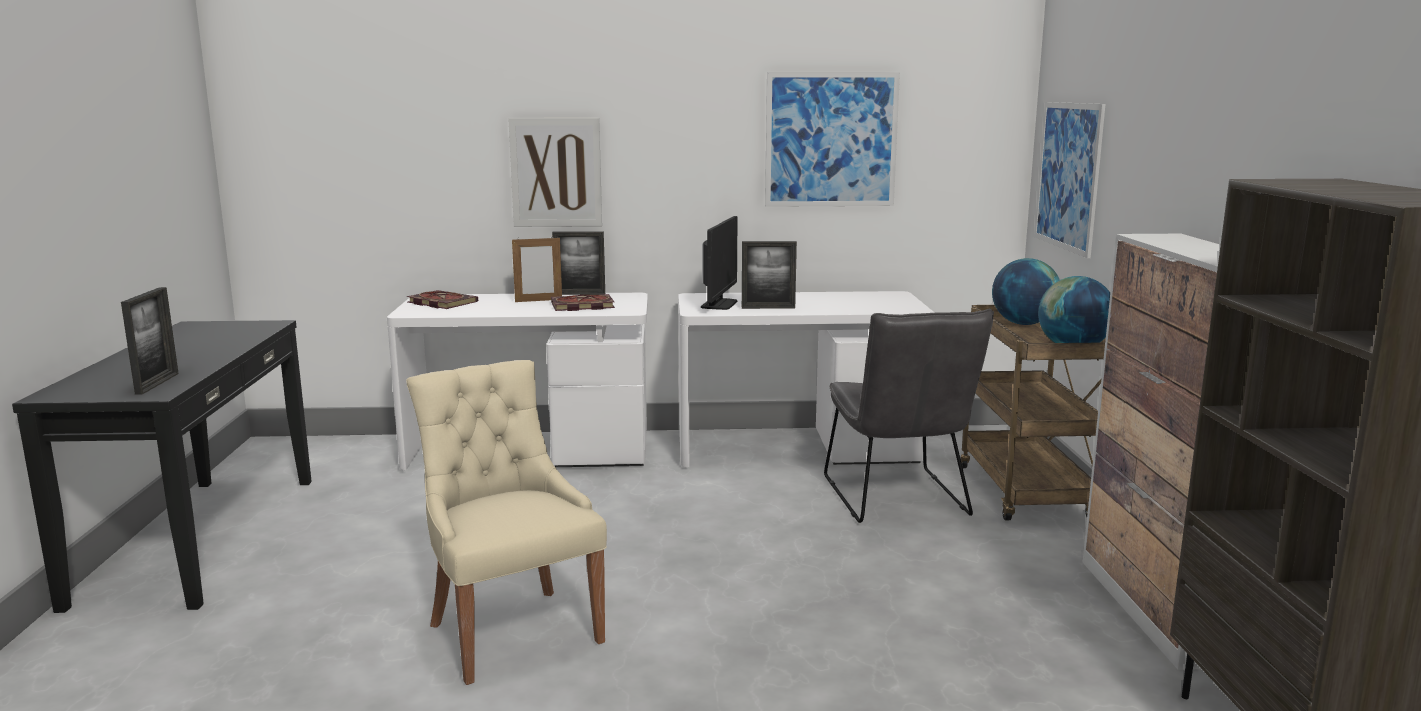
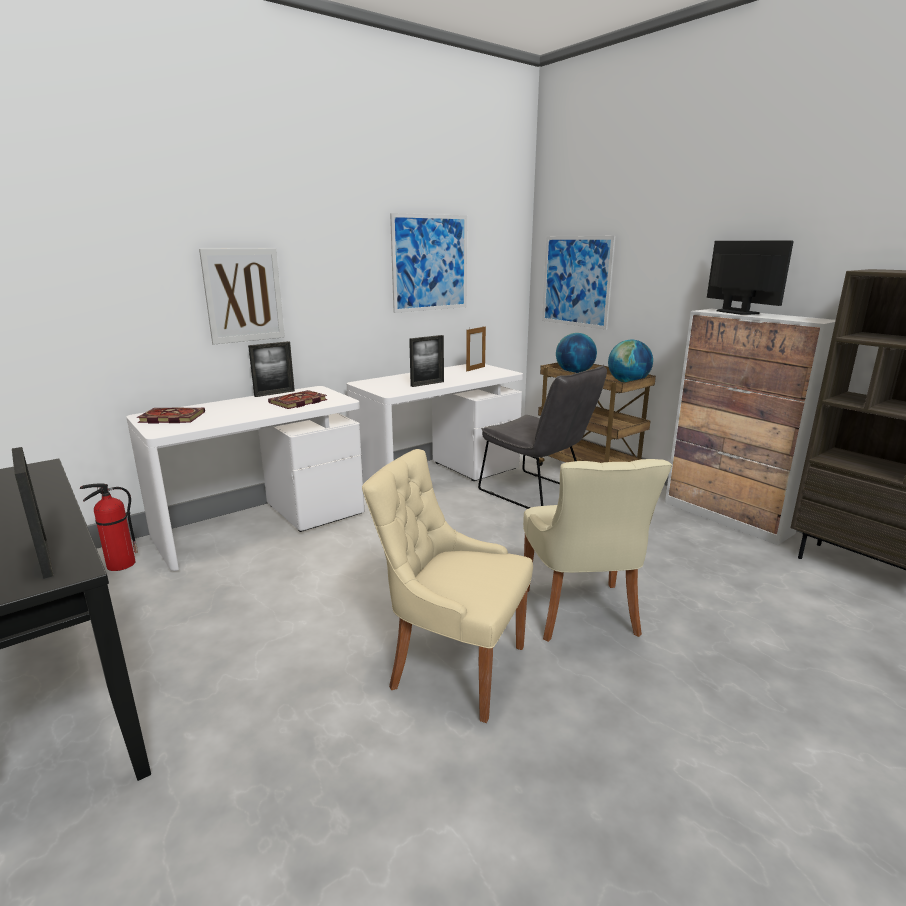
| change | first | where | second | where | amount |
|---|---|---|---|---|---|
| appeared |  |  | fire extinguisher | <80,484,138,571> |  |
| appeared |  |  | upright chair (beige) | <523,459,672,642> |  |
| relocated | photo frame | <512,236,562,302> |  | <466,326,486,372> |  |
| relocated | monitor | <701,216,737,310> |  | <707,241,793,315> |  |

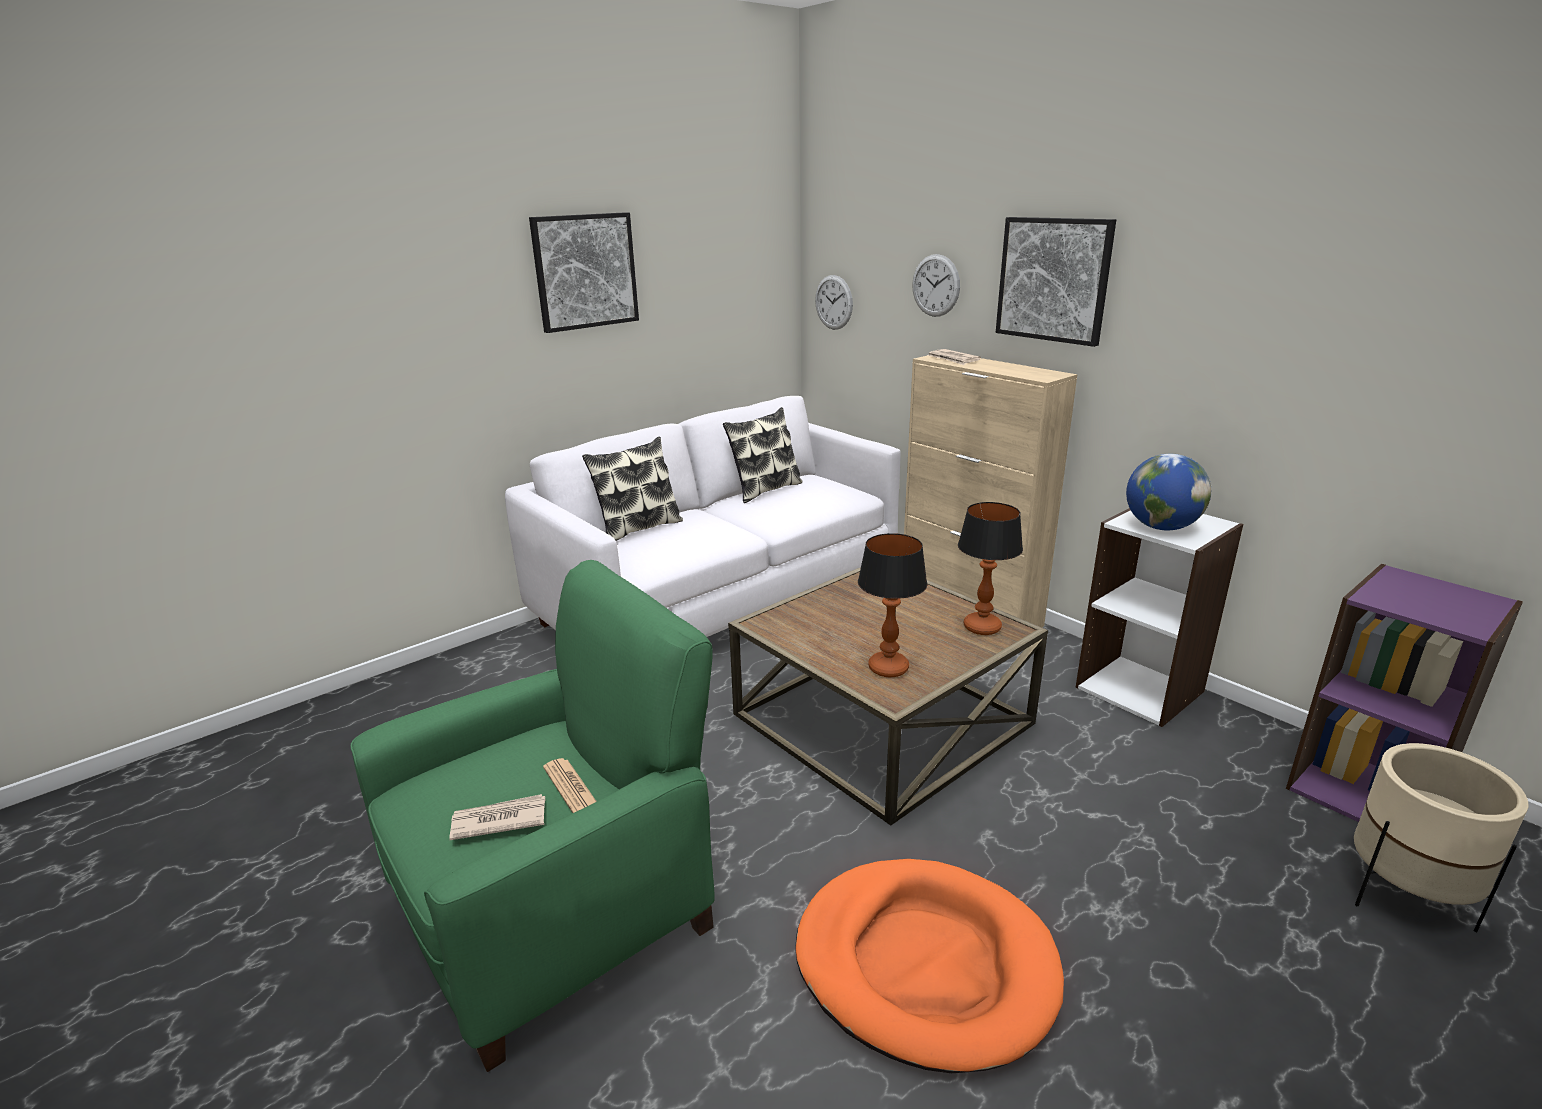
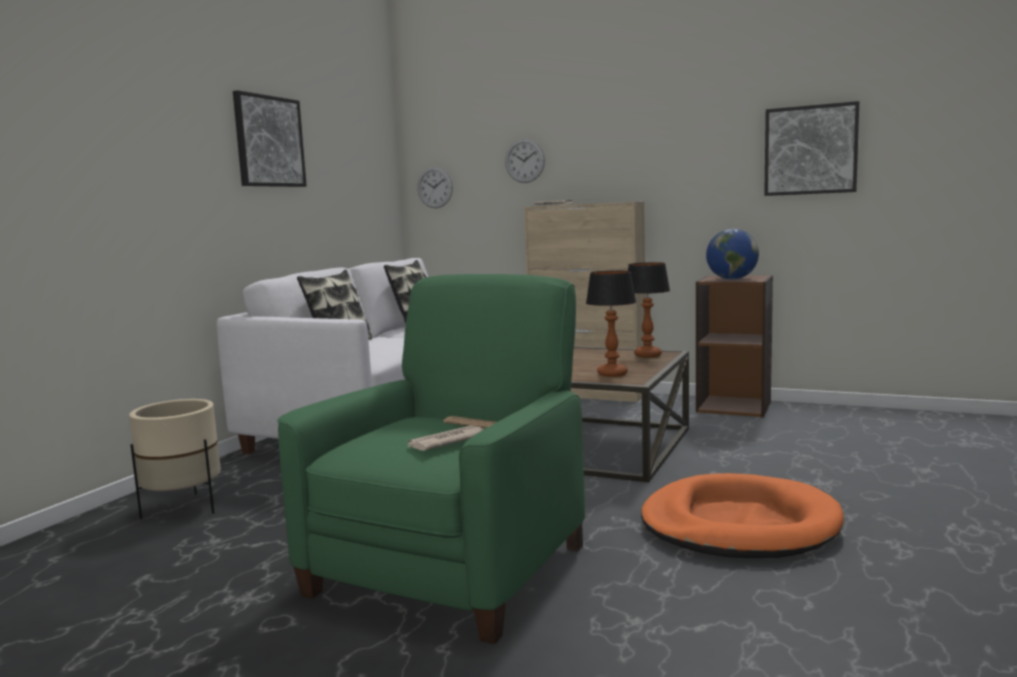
| change | first | where | second | where | amount |
|---|---|---|---|---|---|
| missing | bookshelf (purple-coloured) | <1286,564,1523,822> |  |  |  |
| relocated | wall art | <996,217,1116,347> |  | <764,101,859,196> |  |
| relocated | planter (beige) | <1354,743,1528,933> |  | <129,399,221,519> |  |
| colour | bookshelf (whitish) | <1075,508,1243,727> | bookshelf (brown-coloured) | <696,275,773,417> |  |

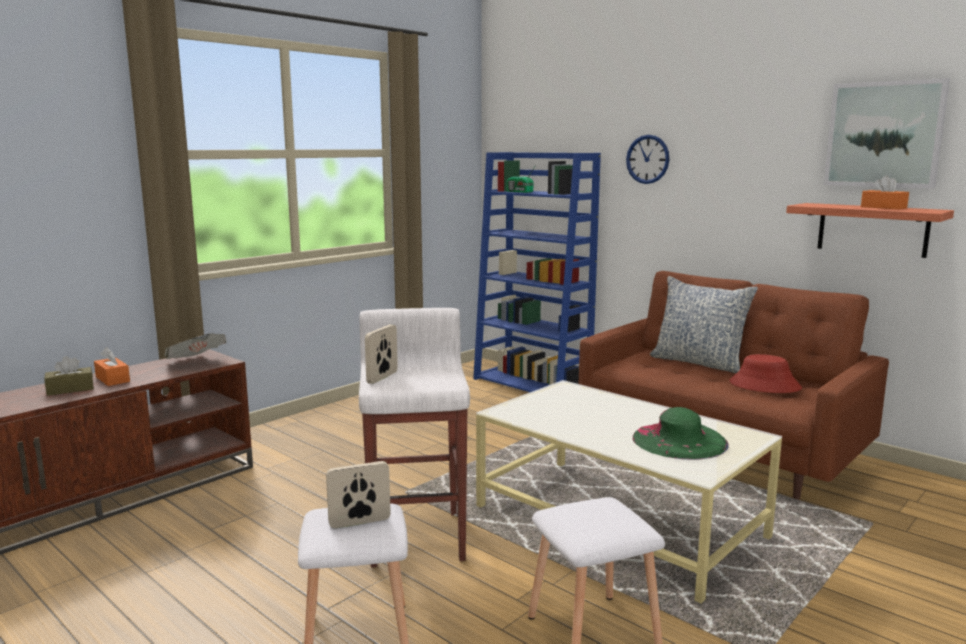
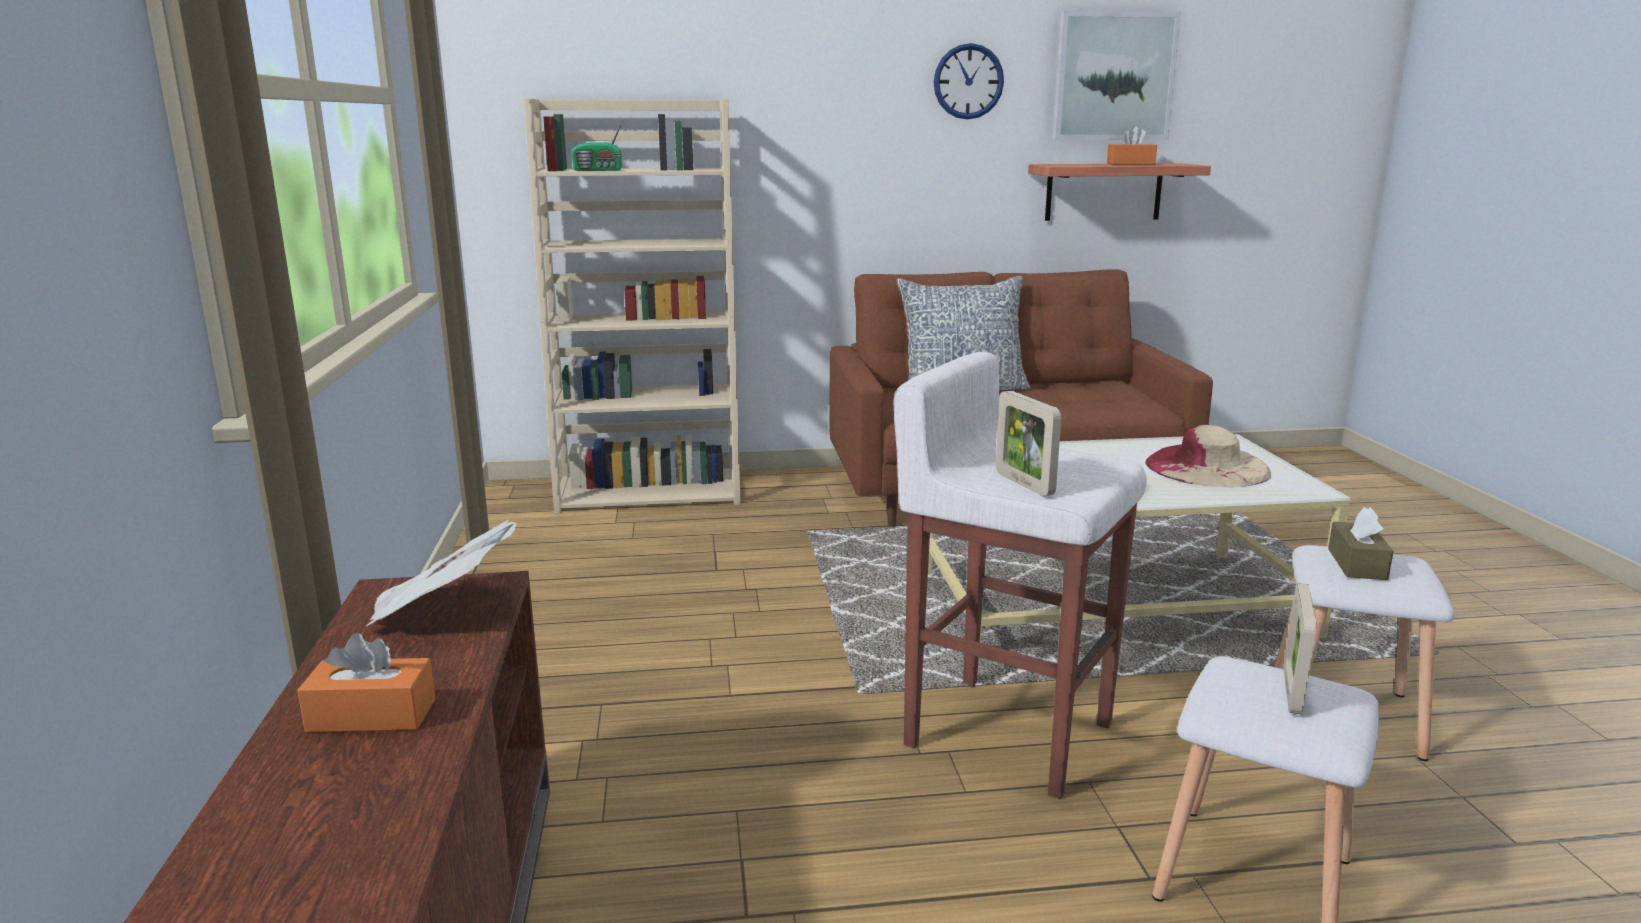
| change | first | where | second | where | amount |
|---|---|---|---|---|---|
| missing | wearable hat (red-coloured) | <729,354,802,393> |  |  |  |
| relocated | box of tissues (brown-coloured) | <44,356,94,396> |  | <1328,507,1394,580> |  |
| relocated | hanging clock | <626,135,670,184> |  | <934,43,1004,120> |  |
| colour | bookshelf (blue) | <473,152,601,392> | bookshelf (beige) | <524,99,741,513> |  |
| colour | wearable hat (green-coloured) | <633,407,729,460> | wearable hat (beige) | <1145,425,1271,487> |  |

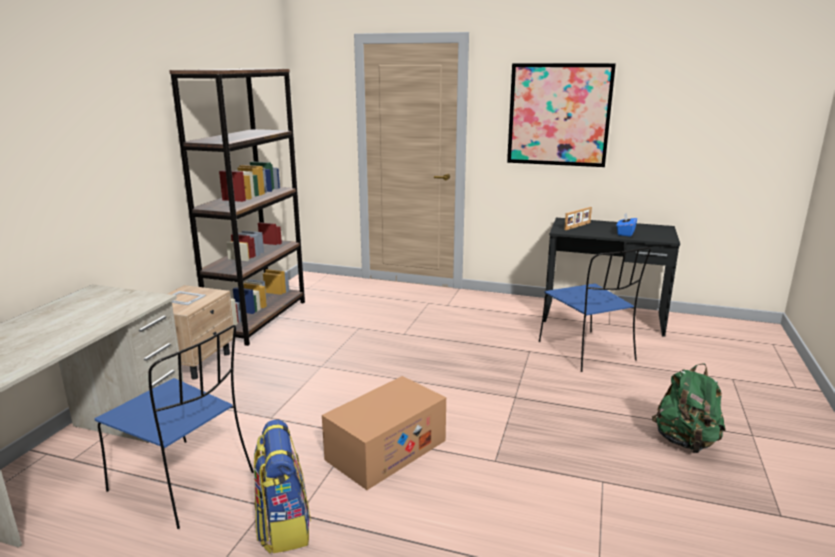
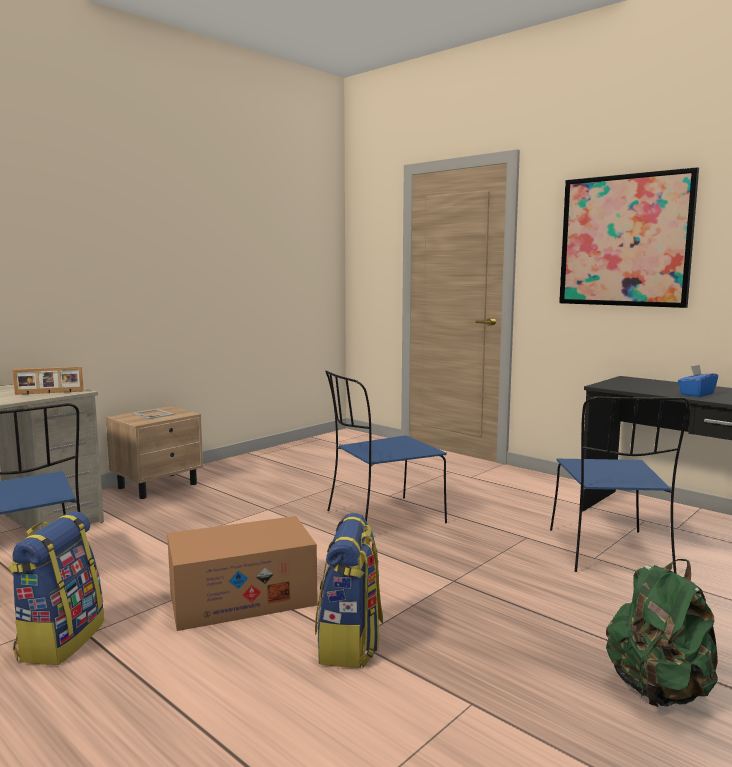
| change | first | where | second | where | amount |
|---|---|---|---|---|---|
| missing | bookshelf (brown-coloured) | <169,69,305,346> |  |  |  |
| appeared |  |  | knapsack | <315,513,383,668> |  |
| appeared |  |  | upright chair (blue) | <325,370,447,524> |  |
| relocated | photo frame | <564,207,592,230> |  | <13,367,84,395> |  |

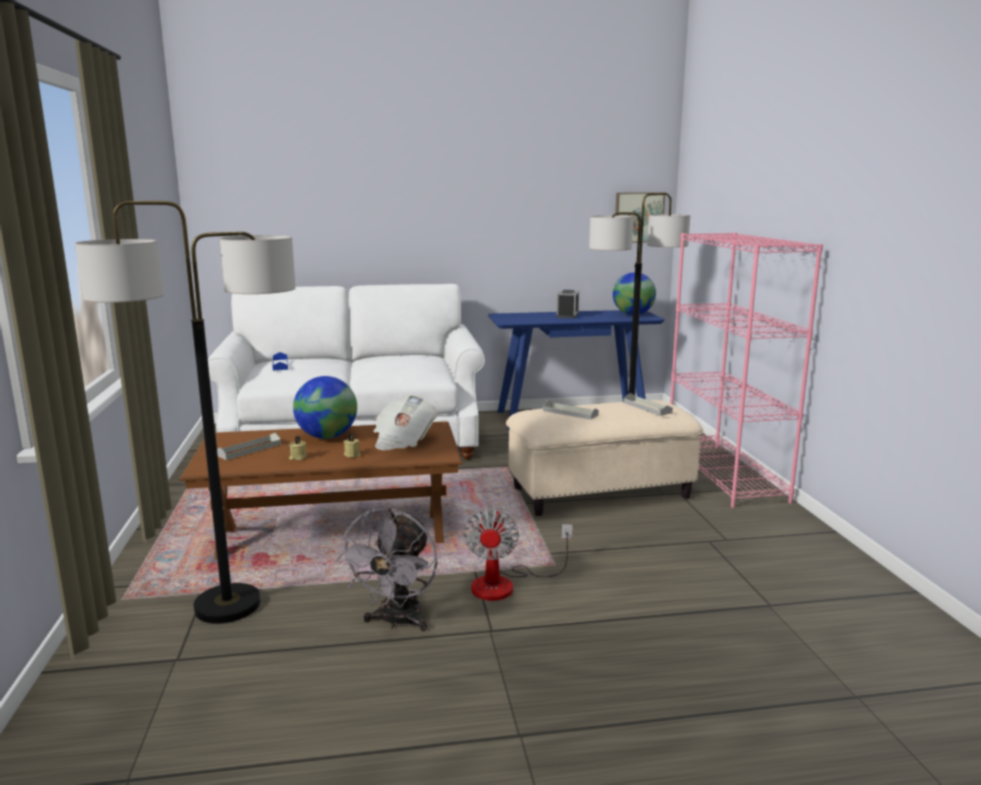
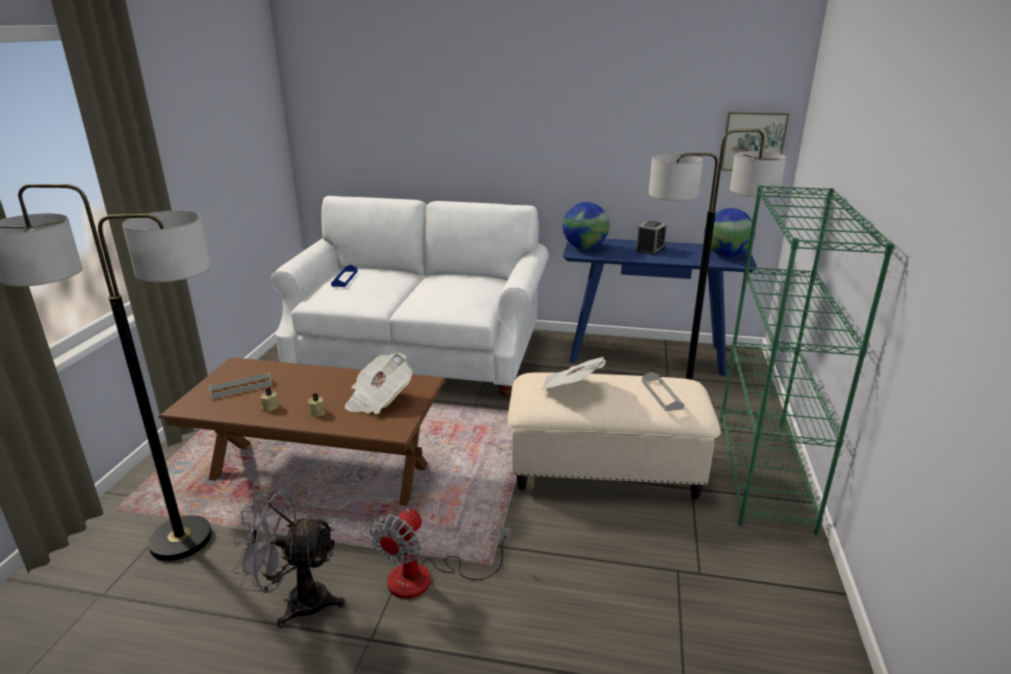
| change | first | where | second | where | amount |
|---|---|---|---|---|---|
| relocated | desk globe | <293,376,357,439> |  | <563,202,610,249> |  |
| exchanged | serving tray (gray) | <543,400,599,420> | printed paper | <541,357,606,390> |  |
| colour | bookshelf (pinkish) | <670,233,823,508> | bookshelf (green-coloured) | <720,185,895,535> |  |
| spun | electric fan (gray) | <336,507,438,631> |  | <232,491,345,628> | 60 degrees clockwise |

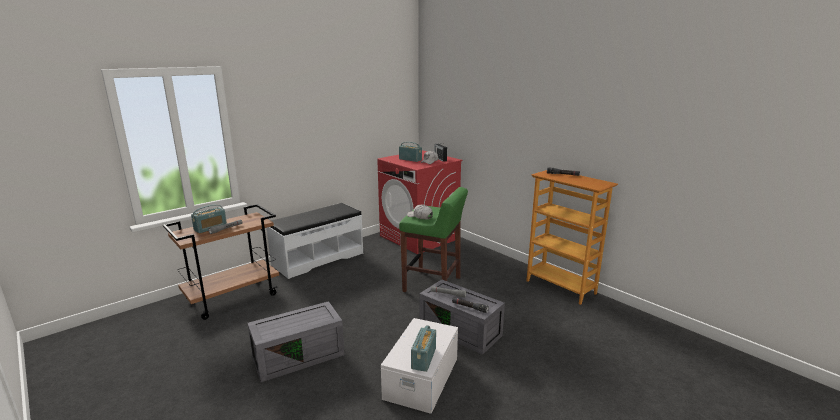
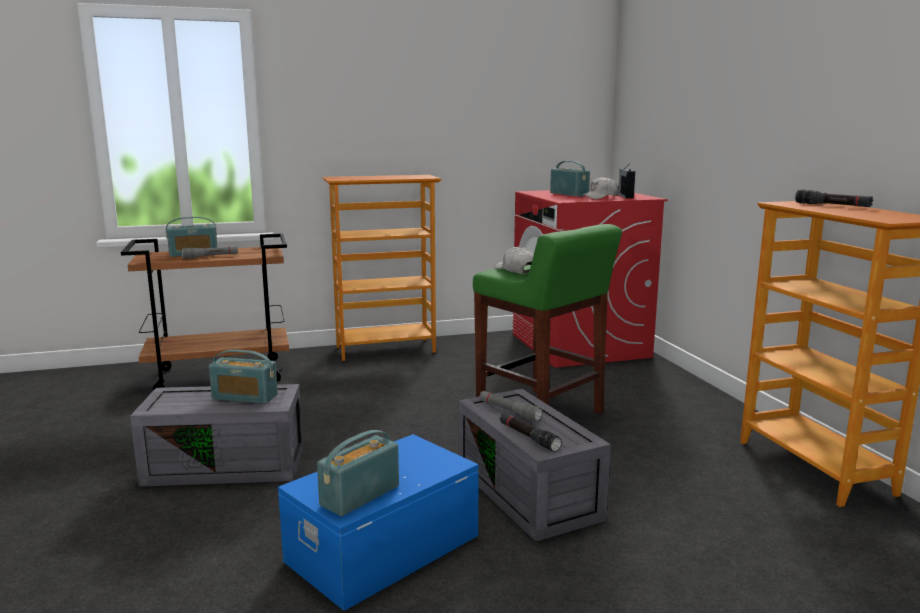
| change | first | where | second | where | amount |
|---|---|---|---|---|---|
| appeared |  |  | radio set | <209,350,278,404> |  |
| exchanged | indoor bench (whitish) | <267,203,363,279> | bookshelf | <322,175,442,361> |  |
| colour | storage box (whitish) | <381,318,458,414> | storage box (blue) | <278,434,479,611> |  |

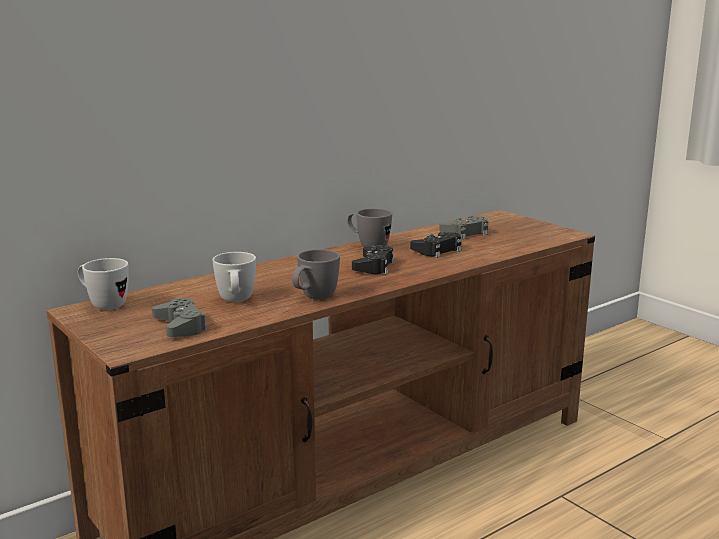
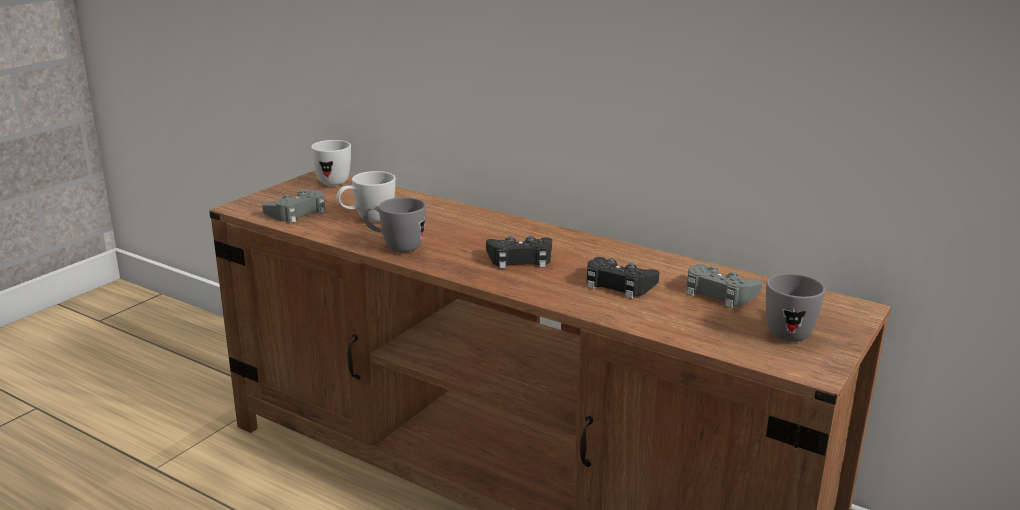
| change | first | where | second | where | amount |
|---|---|---|---|---|---|
| relocated | tea mug (gray) | <347,208,392,247> |  | <766,273,825,342> |  |

